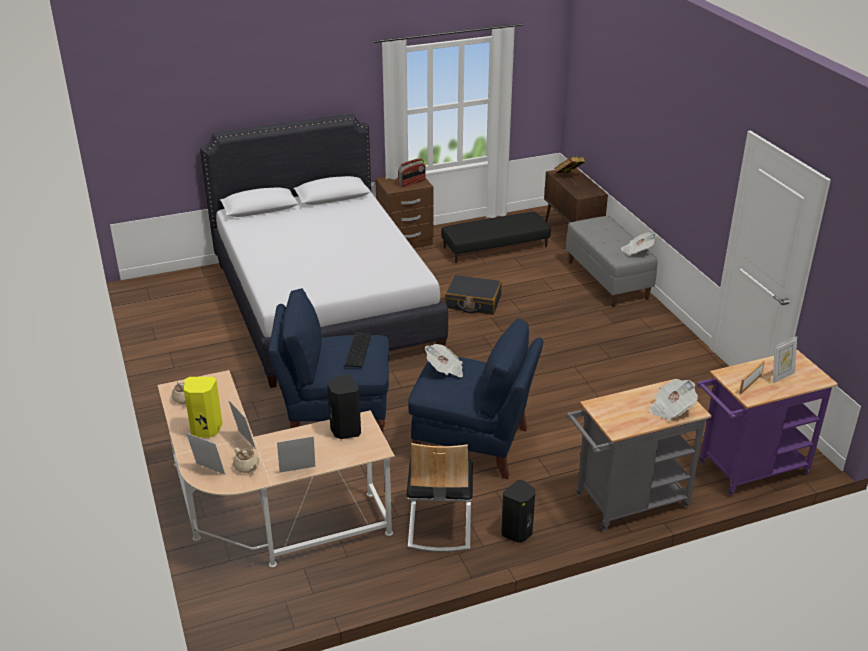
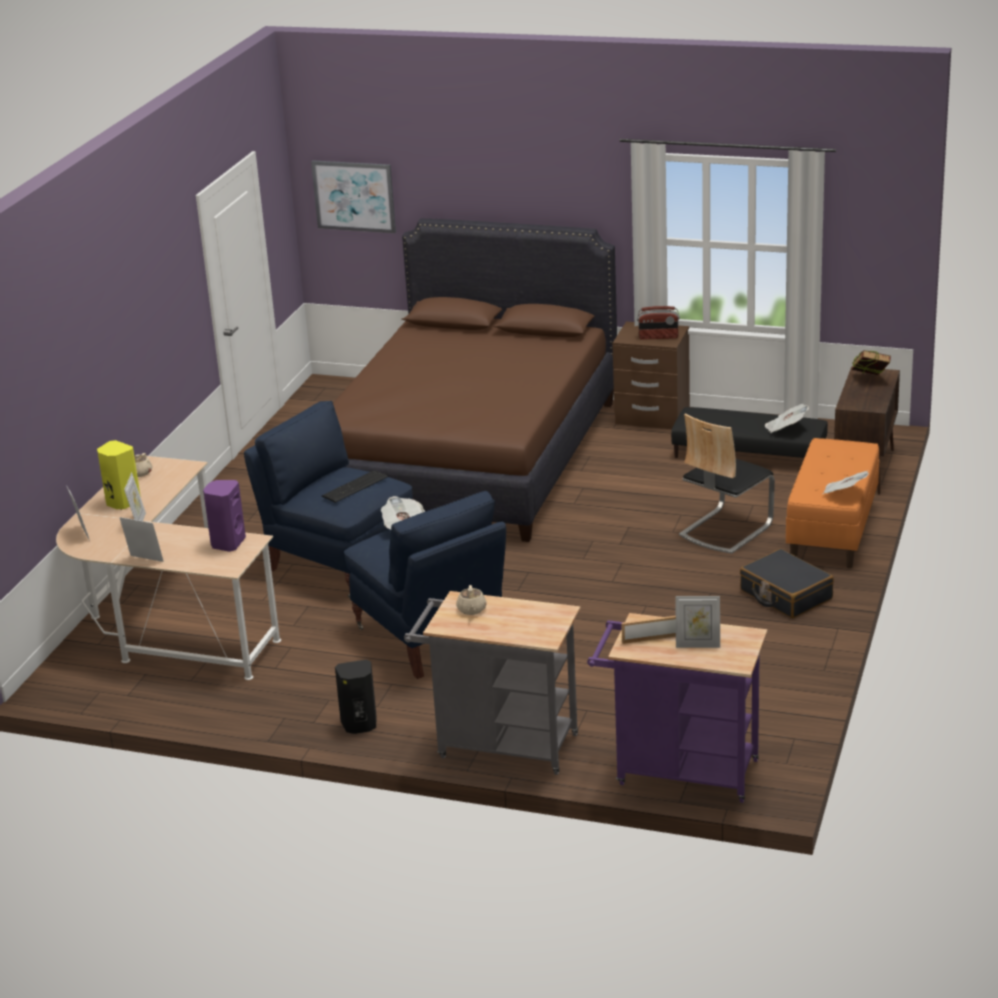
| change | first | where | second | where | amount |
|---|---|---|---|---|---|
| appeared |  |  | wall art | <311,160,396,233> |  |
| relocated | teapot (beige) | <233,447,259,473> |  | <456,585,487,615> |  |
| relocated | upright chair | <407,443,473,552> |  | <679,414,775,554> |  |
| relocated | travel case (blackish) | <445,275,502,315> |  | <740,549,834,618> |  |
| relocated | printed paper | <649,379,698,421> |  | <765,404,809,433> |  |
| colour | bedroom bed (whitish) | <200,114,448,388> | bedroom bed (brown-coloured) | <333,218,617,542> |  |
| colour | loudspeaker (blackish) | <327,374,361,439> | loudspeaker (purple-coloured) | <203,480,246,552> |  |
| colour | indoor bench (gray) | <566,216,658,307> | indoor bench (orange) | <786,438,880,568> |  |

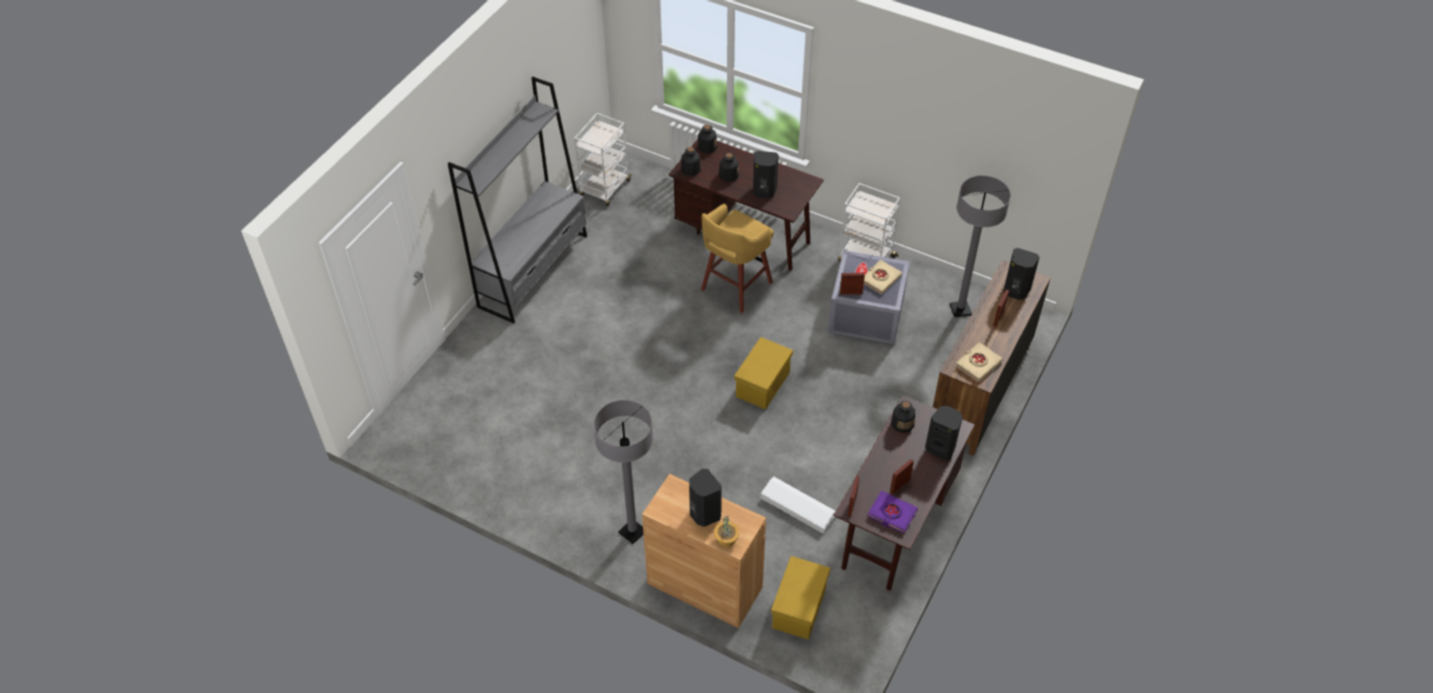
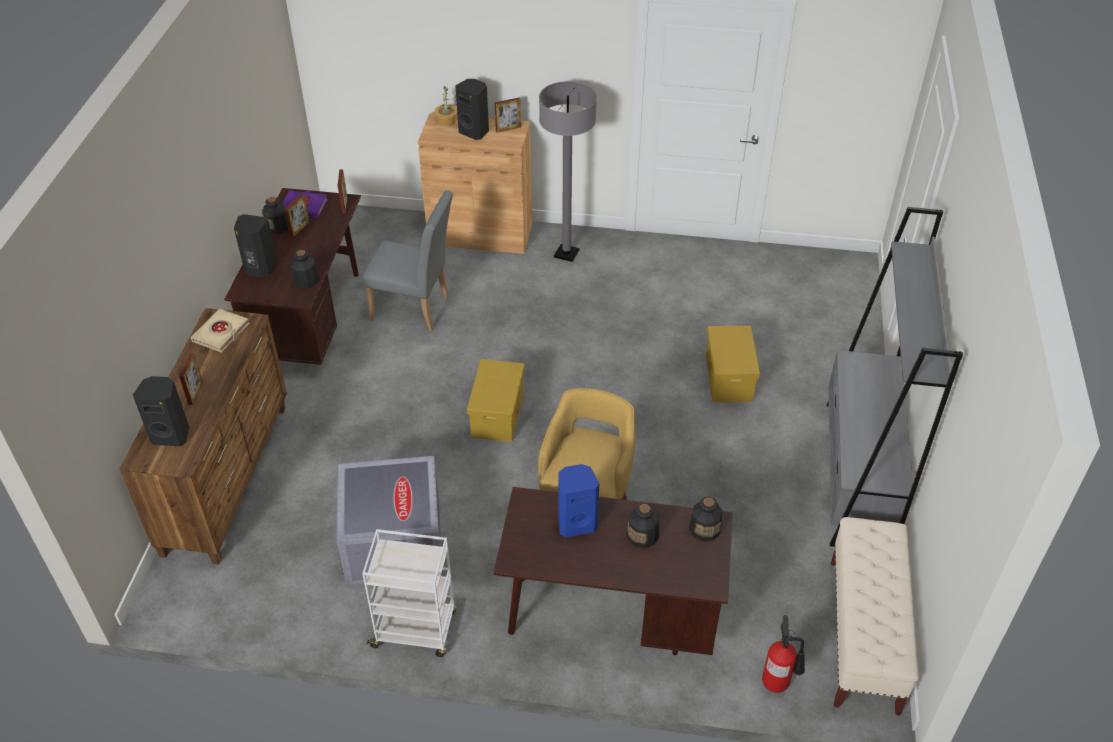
| change | first | where | second | where | amount |
|---|---|---|---|---|---|
| missing | volume (beige) | <864,260,902,294> |  |  |  |
| missing | floor lamp (gray) | <950,175,1011,317> |  |  |  |
| appeared |  |  | fire extinguisher | <762,615,805,693> |  |
| relocated | drink bottle | <698,125,717,154> |  | <262,197,289,234> |  |
| relocated | storage box (yellow-coloured) | <771,556,830,640> |  | <706,326,760,402> |  |
| relocated | photo frame | <840,273,865,295> |  | <495,98,521,132> |  |
| exchanged | wheeled cart (whitish) | <574,113,632,206> | indoor bench (beige) | <831,517,919,716> |  |
| exchanged | storage box (whitish) | <760,476,836,533> | upright chair (gray) | <363,190,453,331> |  |
| colour | loudspeaker (blackish) | <753,151,779,198> | loudspeaker (blue) | <558,464,599,538> |  |

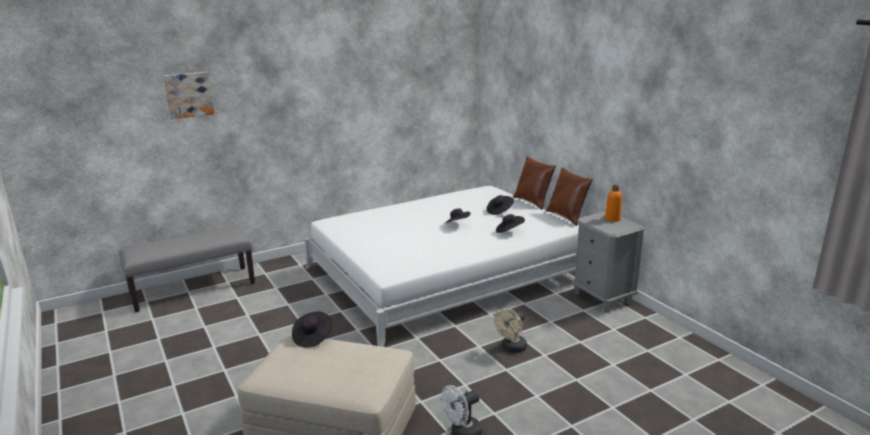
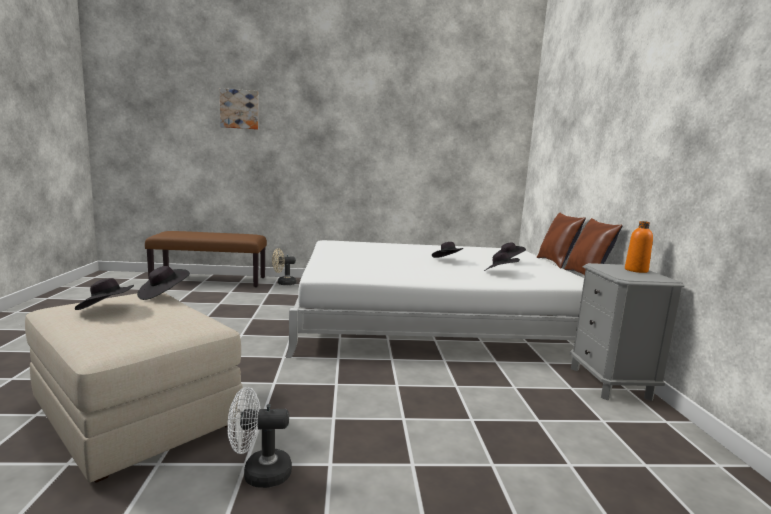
| change | first | where | second | where | amount |
|---|---|---|---|---|---|
| appeared |  |  | wearable hat (blackish) | <75,278,134,310> |  |
| relocated | electric fan (beige) | <494,308,527,353> |  | <272,248,296,285> |  |
| colour | indoor bench (gray) | <119,226,255,312> | indoor bench (brown-coloured) | <145,231,267,287> |  |

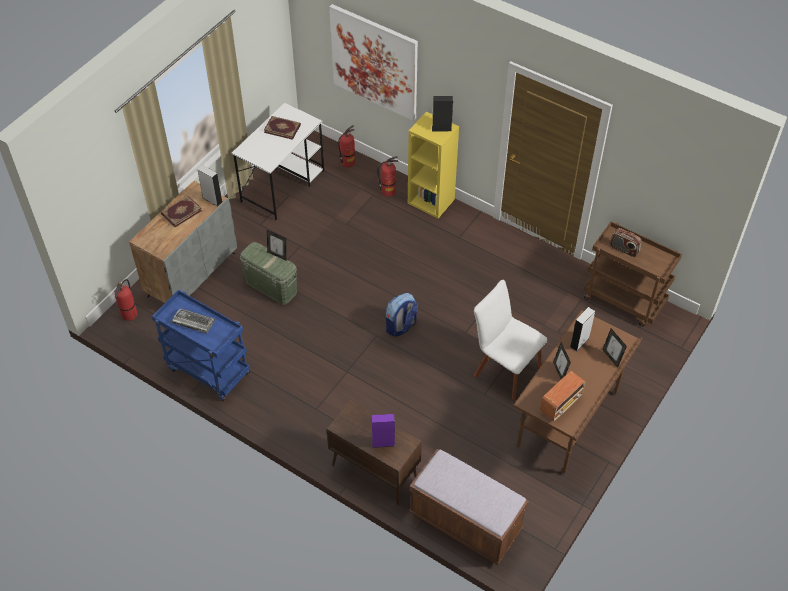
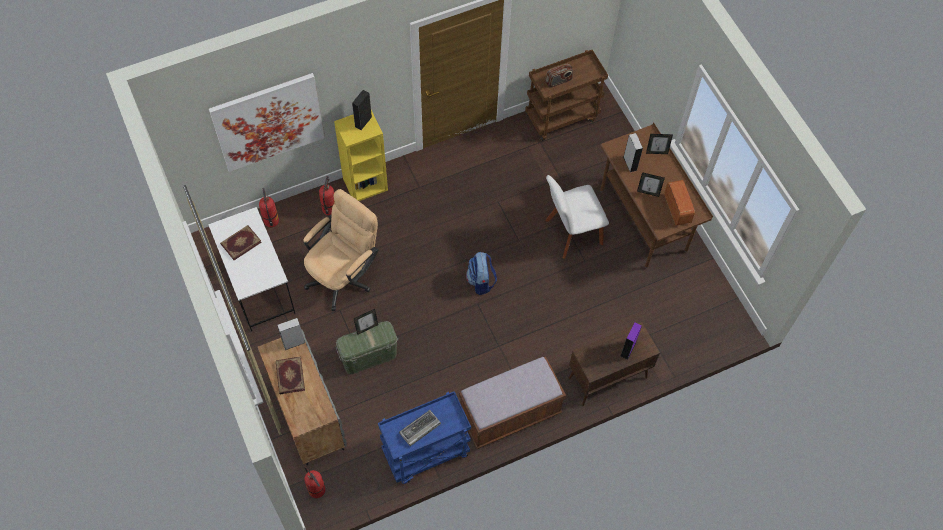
| change | first | where | second | where | amount |
|---|---|---|---|---|---|
| appeared |  |  | computer chair (beige) | <303,189,378,311> |  |
| relocated | indoor bench (brown-coloured) | <409,449,528,565> |  | <459,357,566,449> |  |

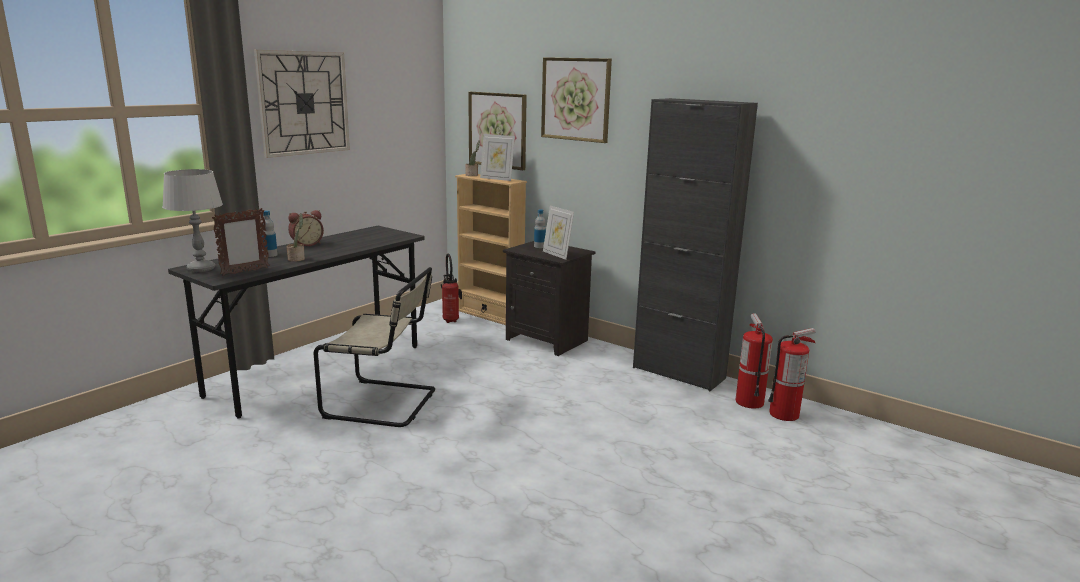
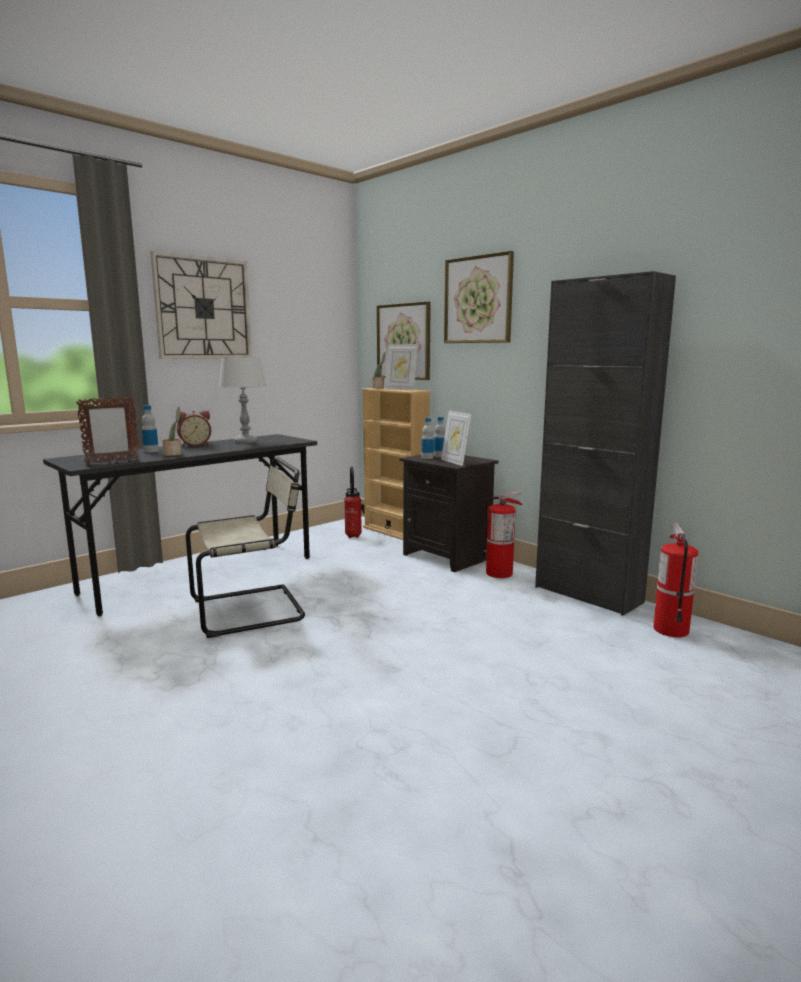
| change | first | where | second | where | amount |
|---|---|---|---|---|---|
| appeared |  |  | drink bottle | <421,418,434,459> |  |
| relocated | tabletop lamp (gray) | <162,169,223,272> |  | <219,357,266,444> |  |
| relocated | fire extinguisher | <768,328,816,421> |  | <482,491,523,578> |  |
| spun | upright chair (beige) | <314,267,435,427> |  | <186,457,305,638> | 45 degrees counterclockwise |

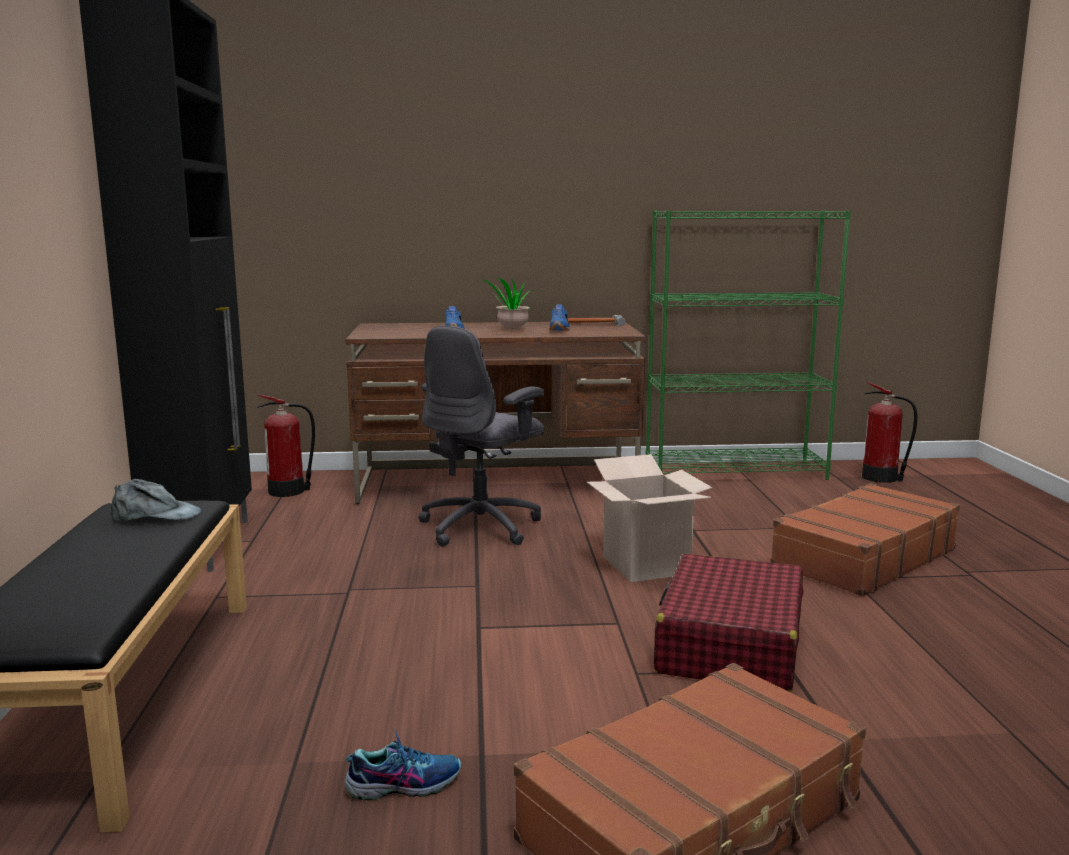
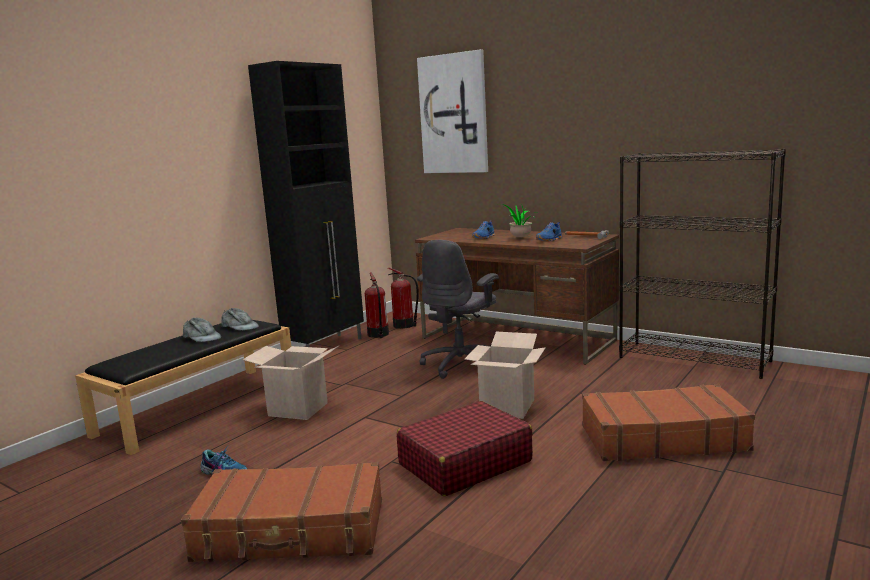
| change | first | where | second | where | amount |
|---|---|---|---|---|---|
| appeared |  |  | cap (gray) | <183,318,221,342> |  |
| appeared |  |  | carton | <242,346,339,420> |  |
| appeared |  |  | wall art | <417,49,488,173> |  |
| relocated | fire extinguisher | <862,382,918,483> |  | <365,272,389,338> |  |
| colour | bookshelf (green-coloured) | <645,210,851,480> | bookshelf (blackish) | <619,149,786,379> |  |
| spun | computer chair (gray) | <419,326,544,546> |  | <417,240,498,379> | 45 degrees counterclockwise |

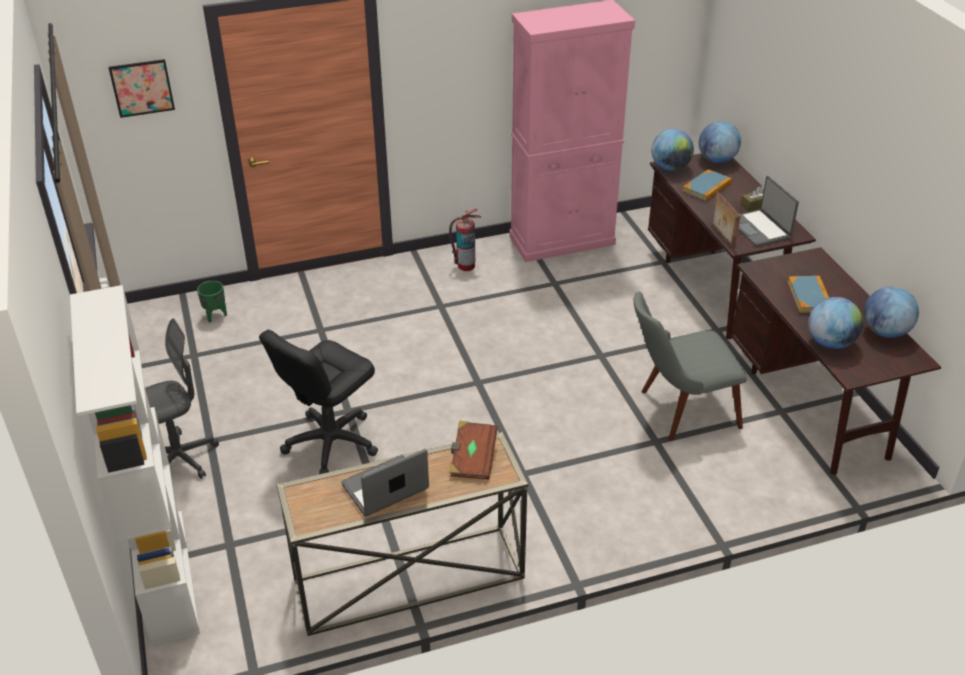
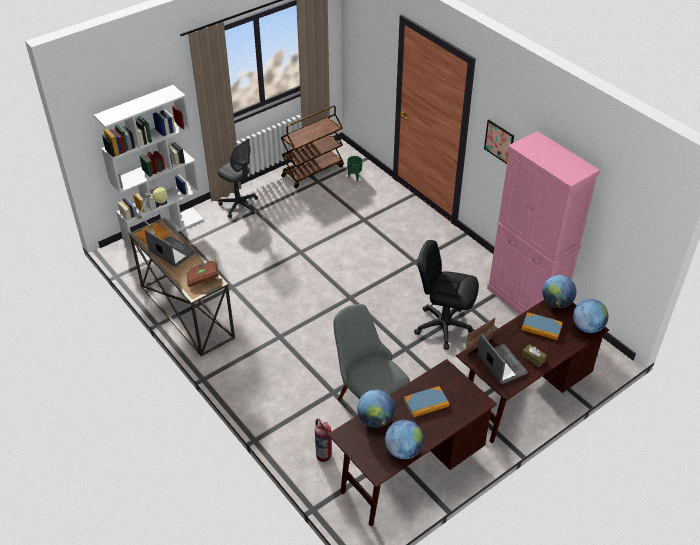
| change | first | where | second | where | amount |
|---|---|---|---|---|---|
| appeared |  |  | tabletop lamp | <136,187,168,243> |  |
| appeared |  |  | wheeled cart (brown-coloured) | <280,105,344,188> |  |
| relocated | wall art | <108,59,175,118> |  | <484,120,514,164> |  |
| relocated | computer chair (blackish) | <259,330,378,474> |  | <414,240,479,350> |  |
| relocated | fire extinguisher | <449,209,481,271> |  | <315,418,332,462> |  |
| spun | laptop | <738,176,799,247> |  | <477,334,528,384> | 105 degrees clockwise |

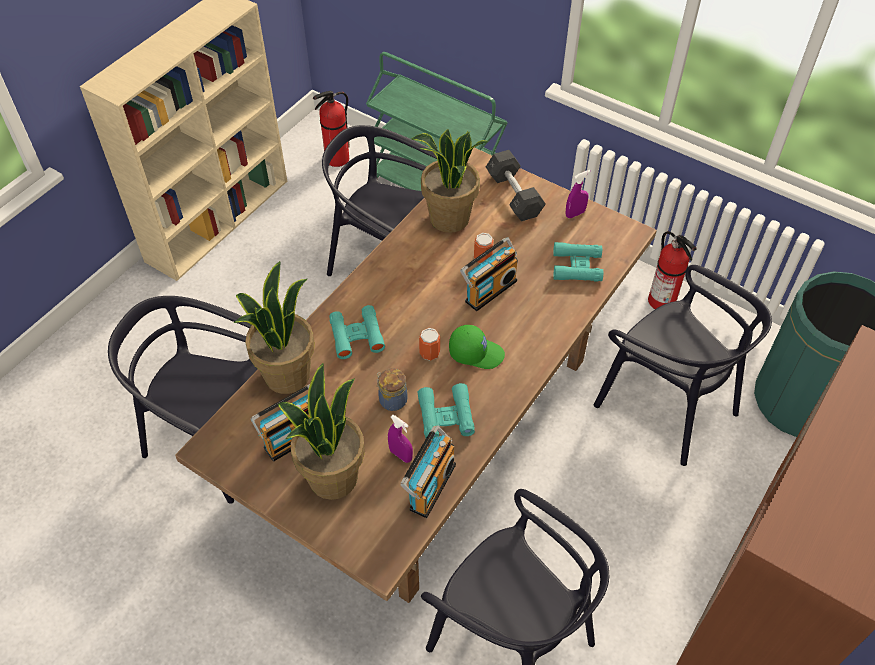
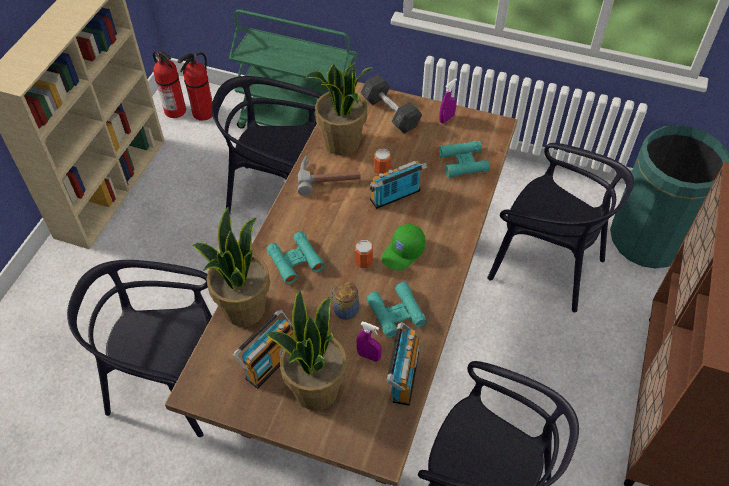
| change | first | where | second | where | amount |
|---|---|---|---|---|---|
| appeared |  |  | tool hammer | <298,155,361,196> |  |
| relocated | fire extinguisher | <648,231,696,309> |  | <153,51,186,118> |  |
| spun | cap (green-coloured) | <449,324,505,369> |  | <382,224,425,271> | 135 degrees clockwise |
| spun | radio set | <460,237,518,311> |  | <370,161,427,209> | 150 degrees counterclockwise |

